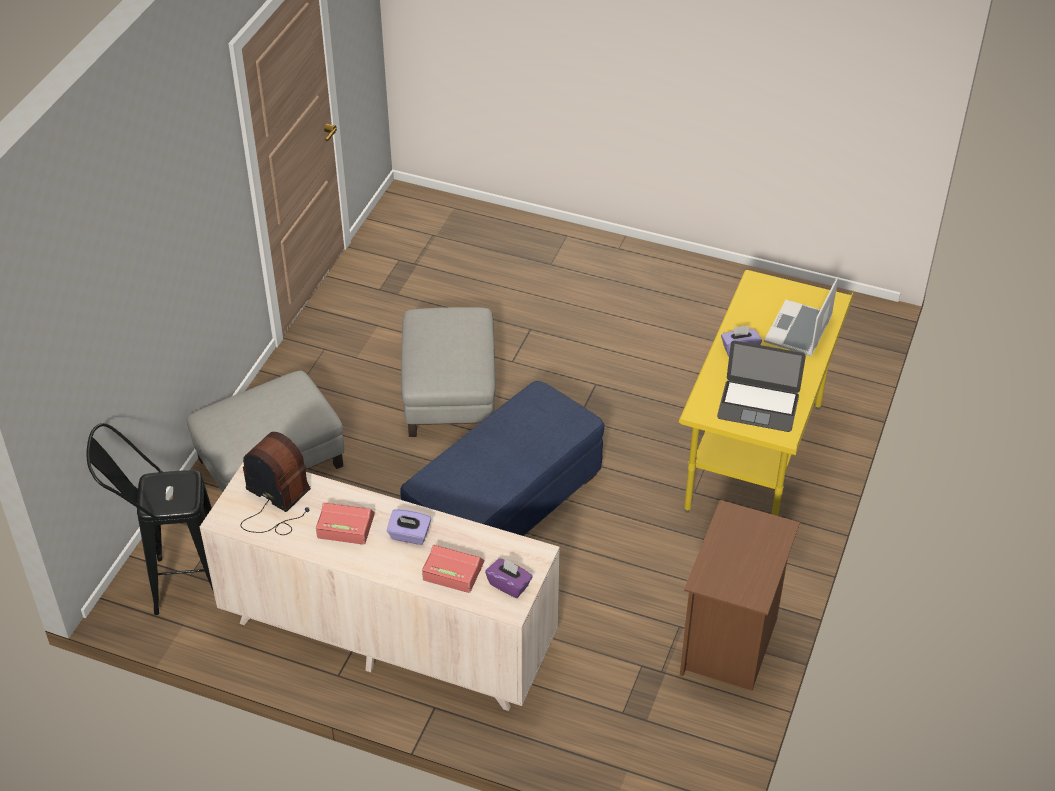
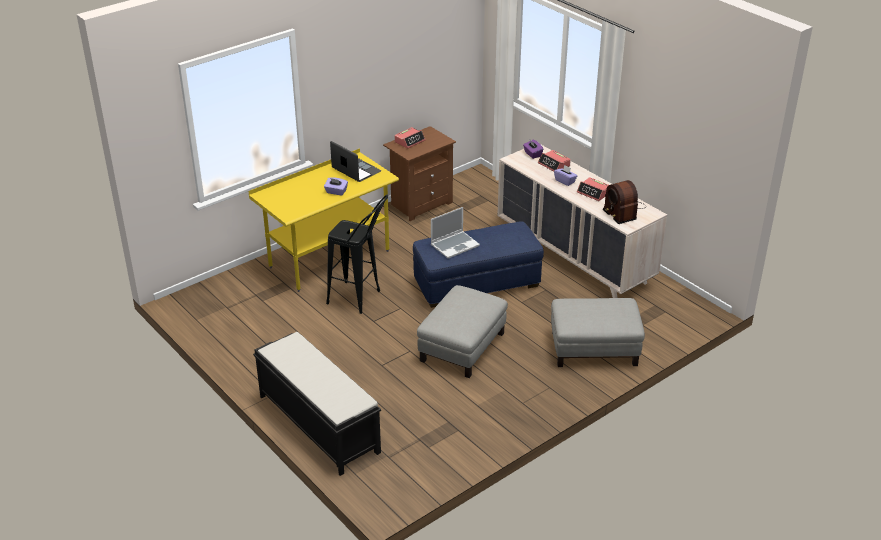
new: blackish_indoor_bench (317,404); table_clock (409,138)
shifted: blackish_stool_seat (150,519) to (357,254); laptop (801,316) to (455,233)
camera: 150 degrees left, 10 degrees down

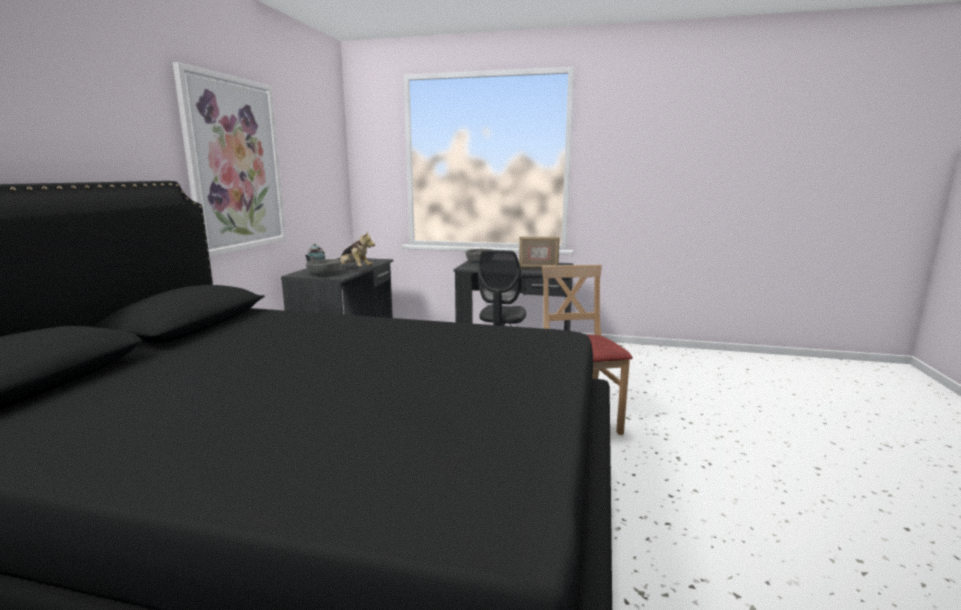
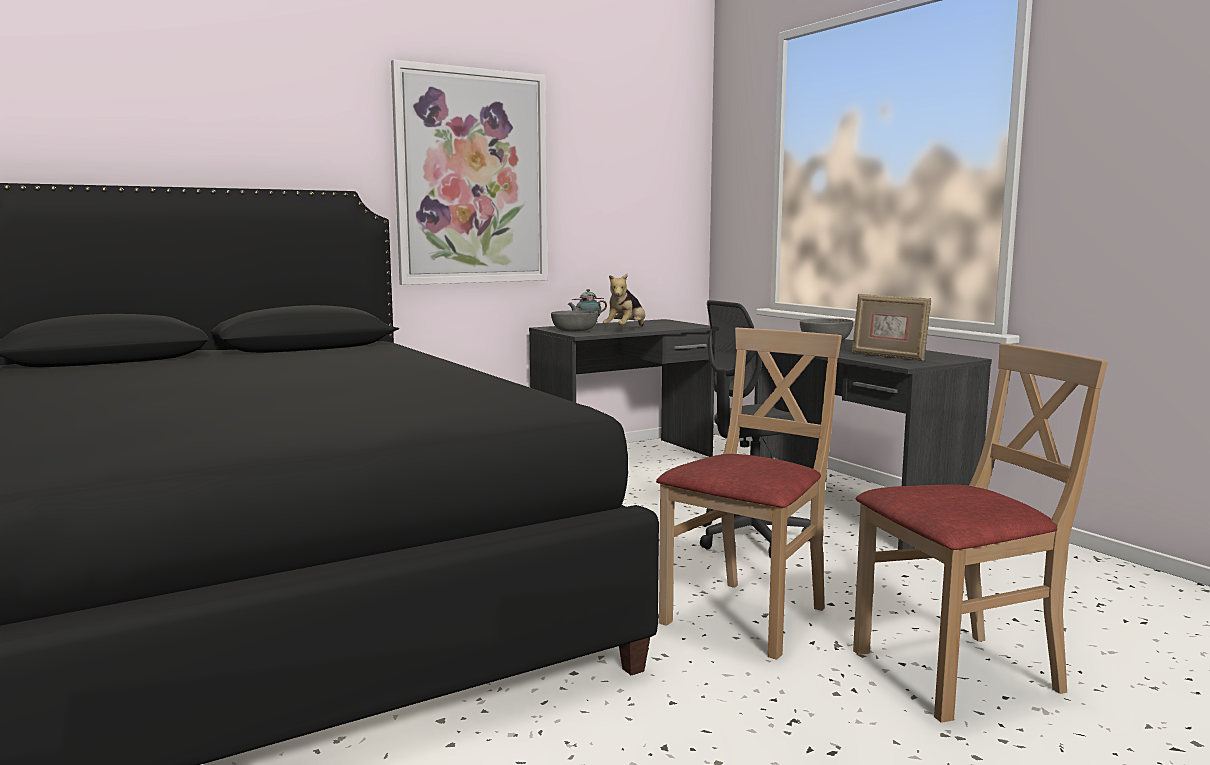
new: sand-coloured_chair (980,533)
rotated: plush_toy (357,249) = (624,300) 45 degrees clockwise
camera: 45 degrees right, 5 degrees down

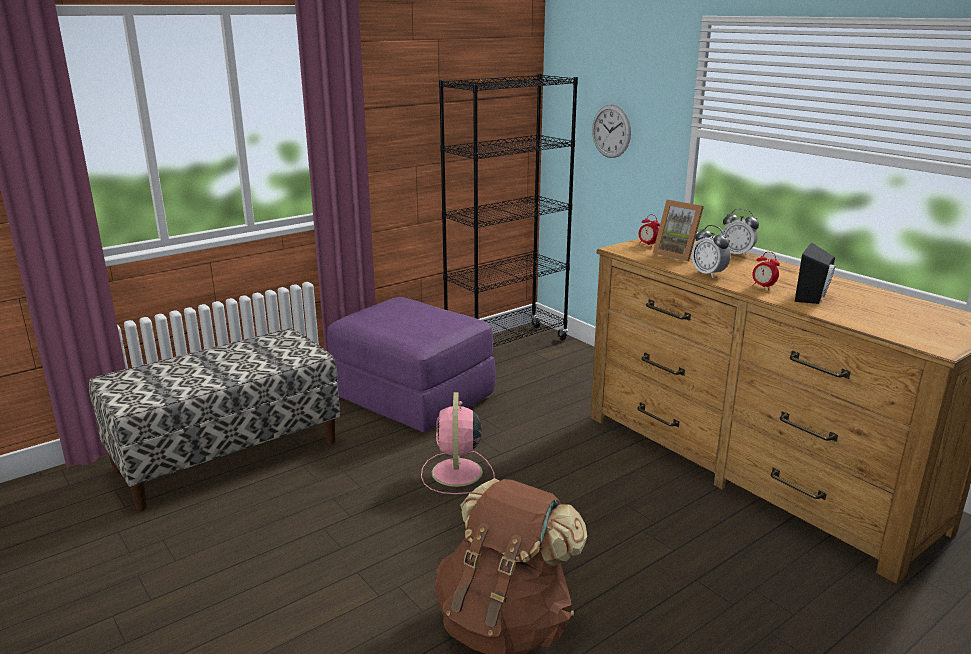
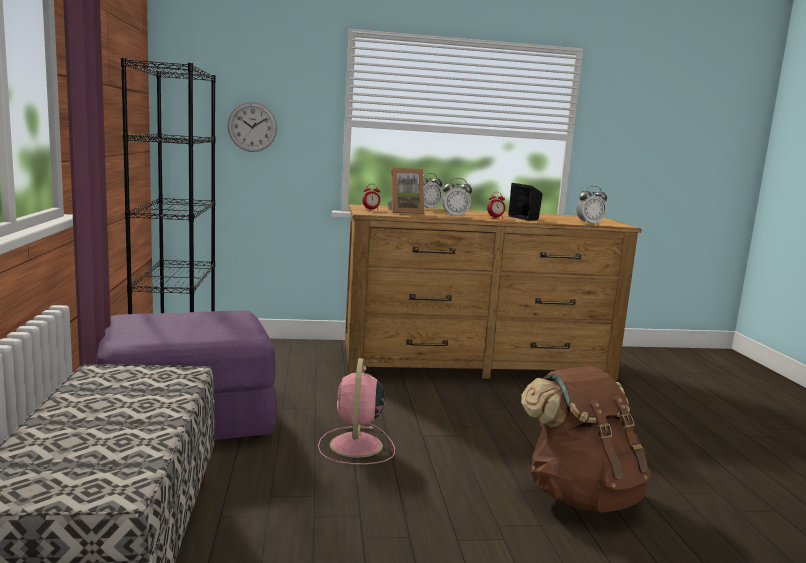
new: table_clock (591,205)
rotated: pinkish_fan (458,443) = (356,411) 60 degrees clockwise
camera: 60 degrees left, 10 degrees down

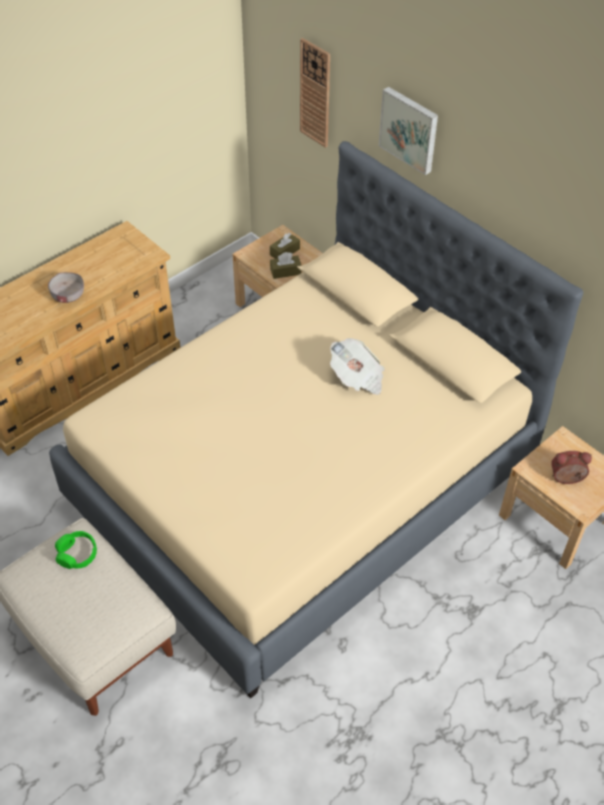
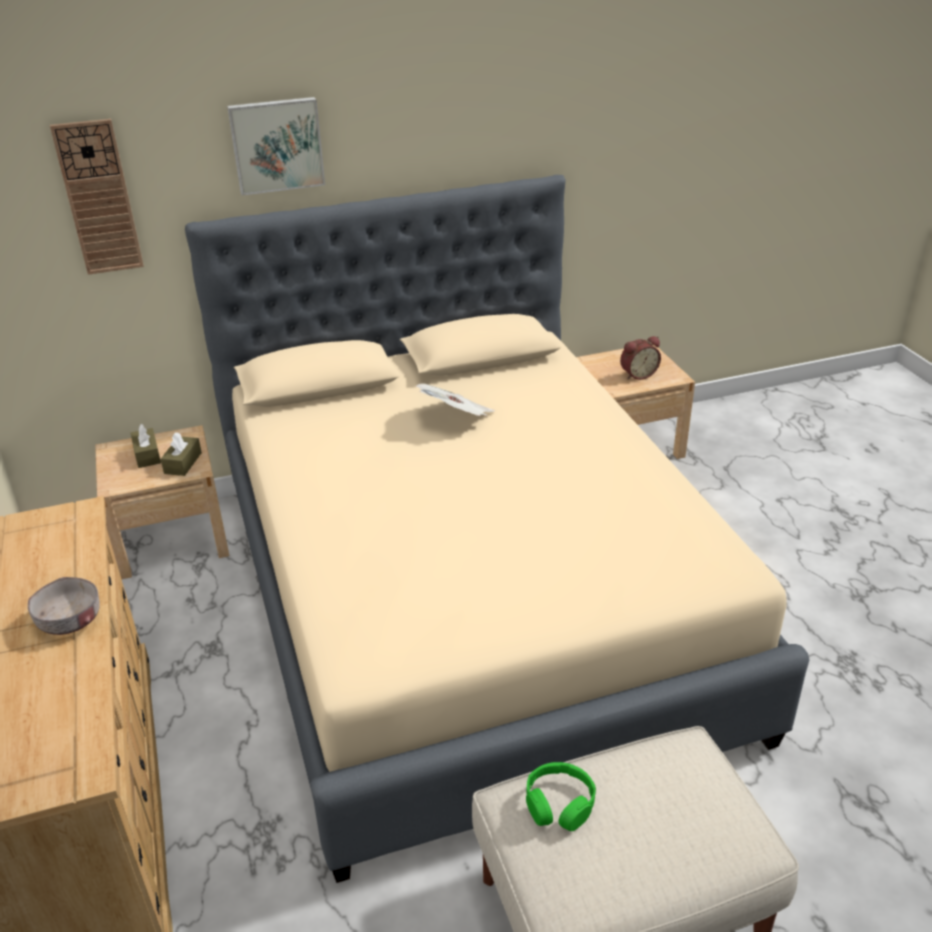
rotated: table_clock (571,467) = (640,358) 135 degrees counterclockwise
camera: 65 degrees left, 15 degrees down

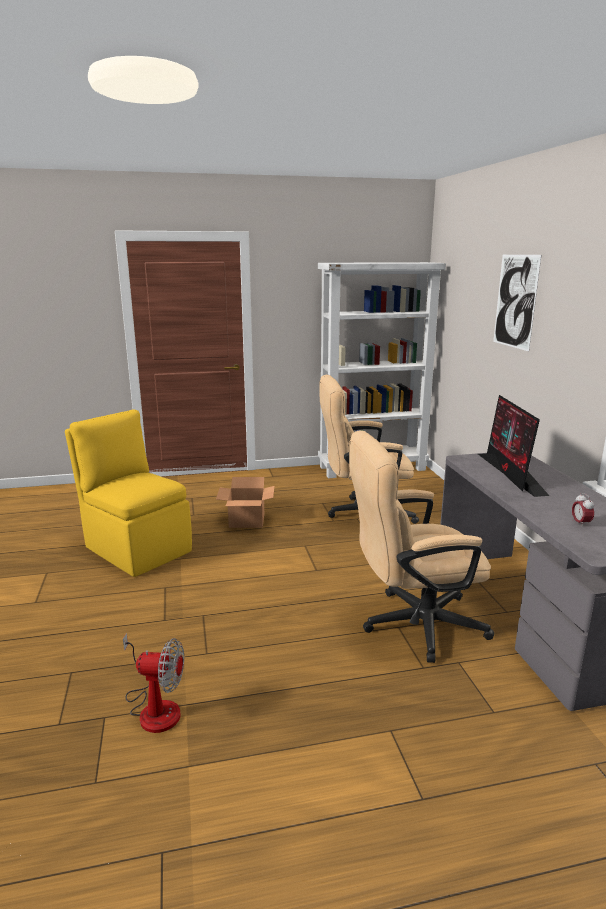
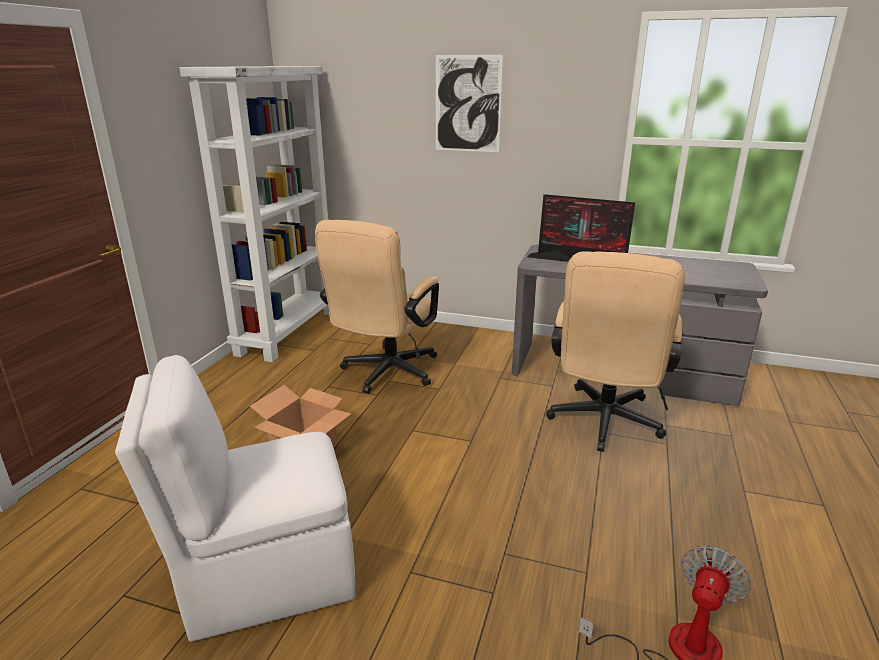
gone: table_clock (583,509)
repainted: yellow-coloured_chair (128,493) to white_chair (235,498)
camera: 60 degrees left, 5 degrees up

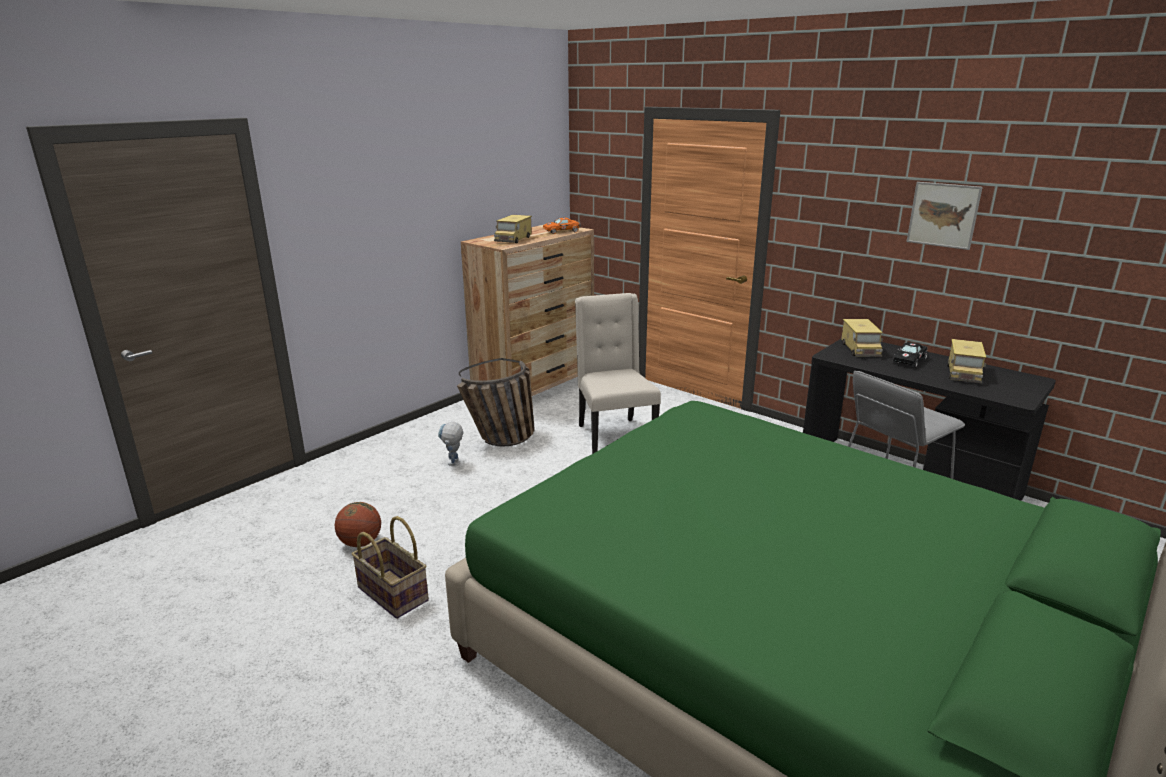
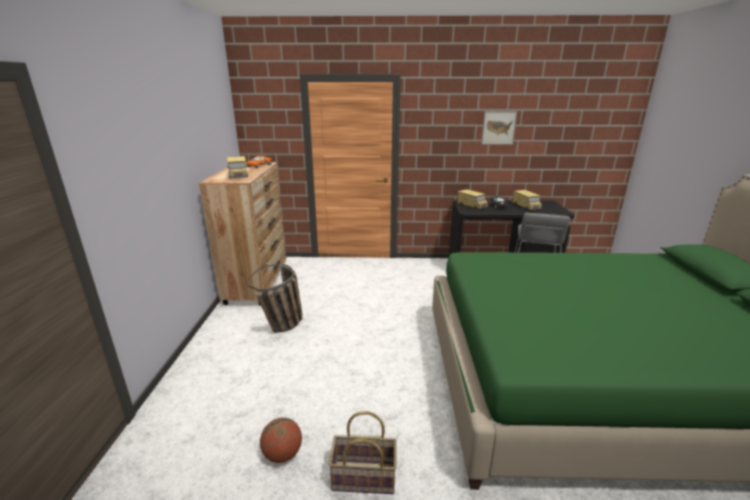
gone: toy_robot (450,444); sand-coloured_chair (618,373)
camera: 40 degrees left, 0 degrees up

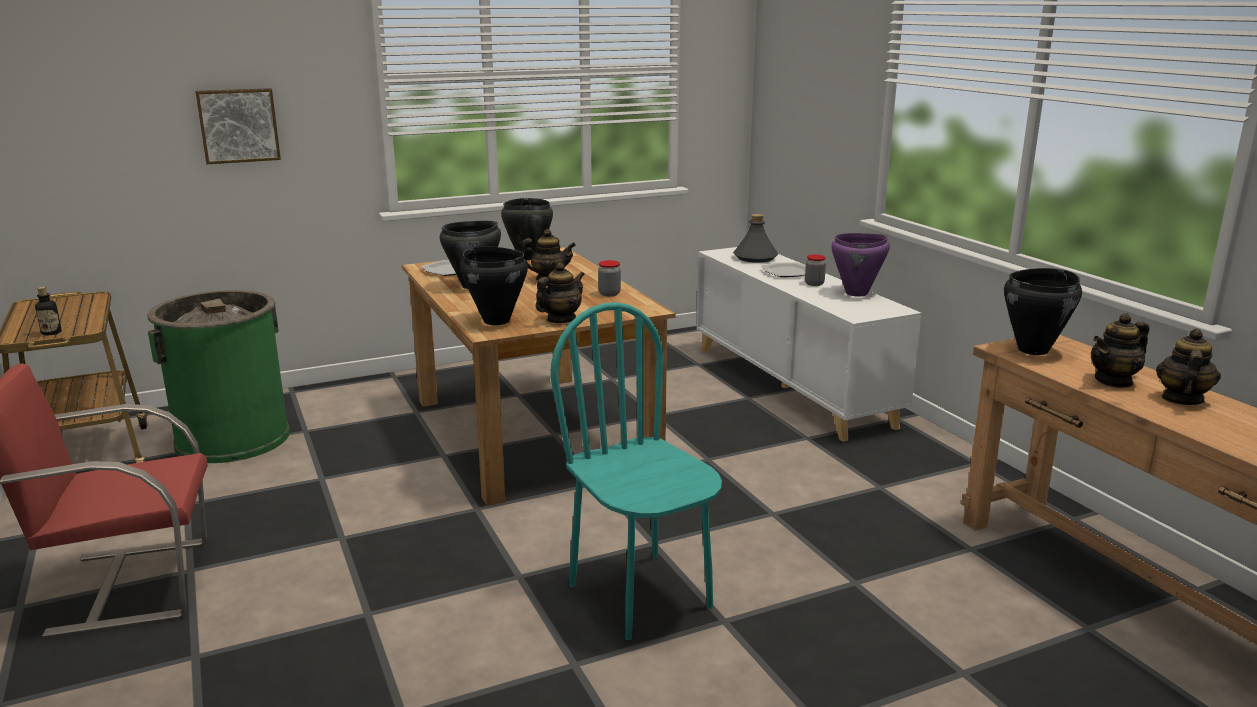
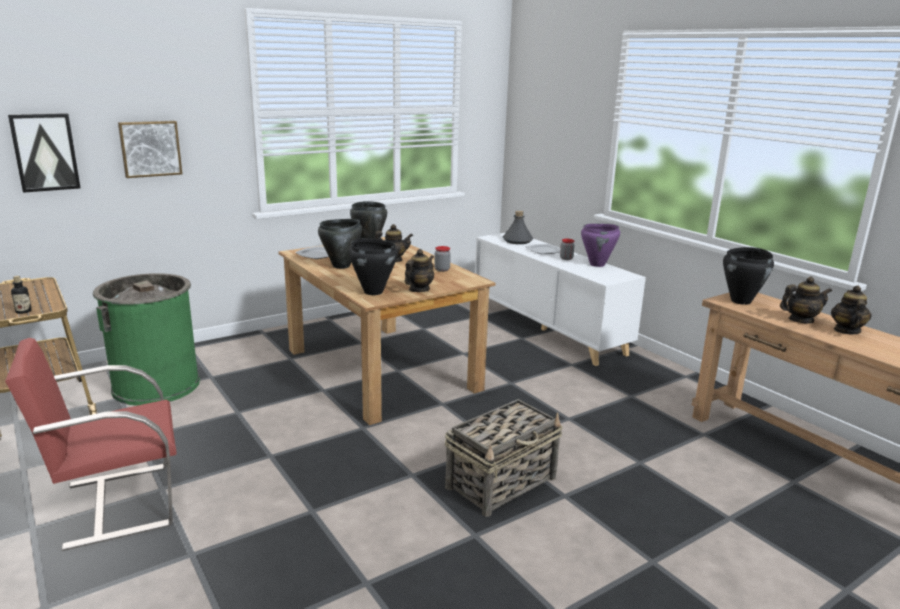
new: picture (44,153)
swapped: turquoise_chair (636,471) to household_basket (503,458)
rotated: pot_for_tea (1120,350) = (806,300) 150 degrees counterclockwise
camera: 10 degrees left, 0 degrees up

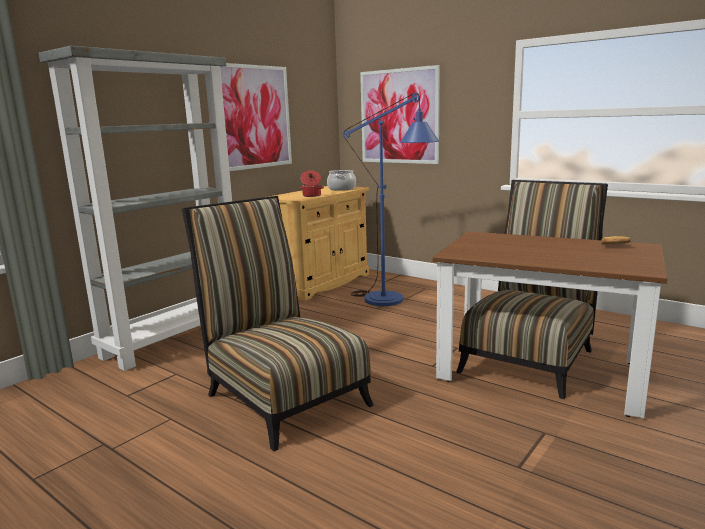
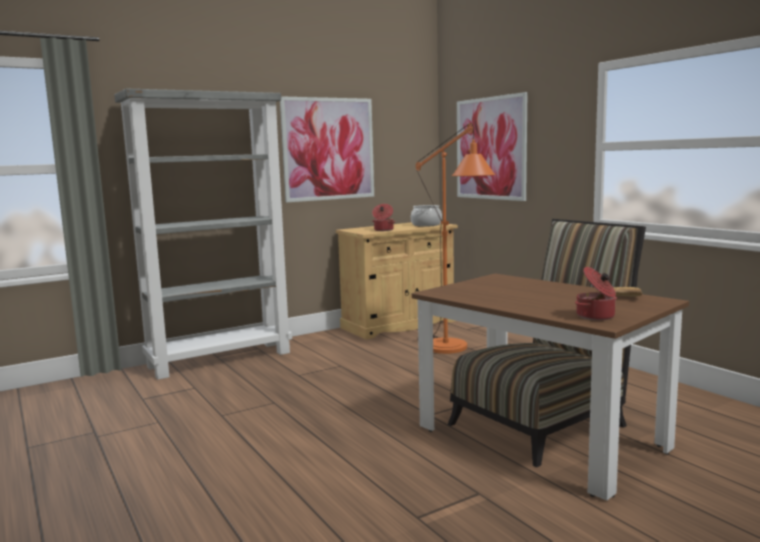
gone: chair (278,323)
new: saucepot (596,293)
repainted: blue-coloured_floor_lamp (391,199) to orange_floor_lamp (456,238)
camera: 20 degrees right, 5 degrees down

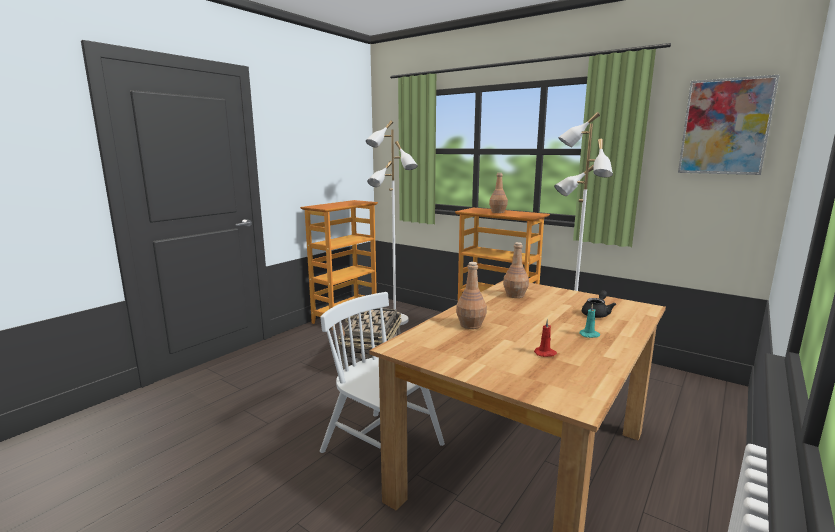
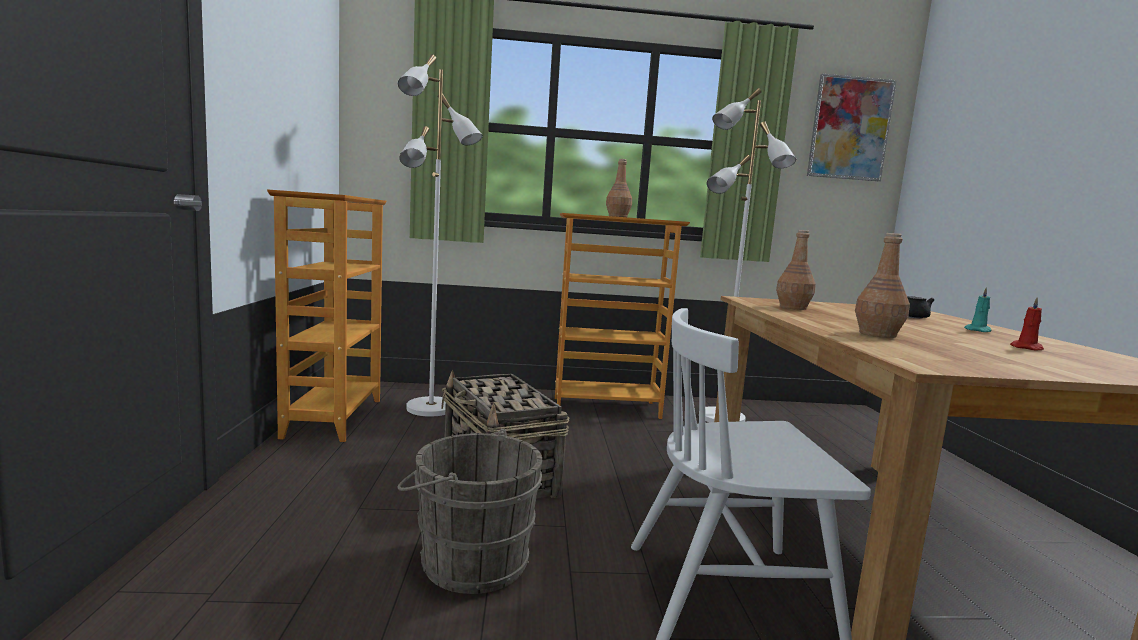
new: grey_bucket (469,511)
camera: 40 degrees left, 5 degrees down

